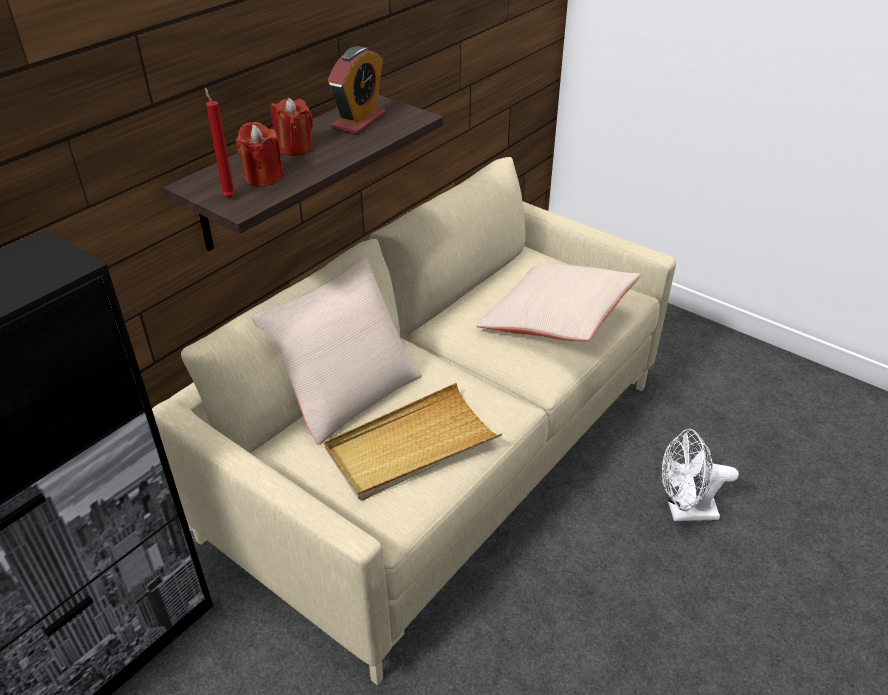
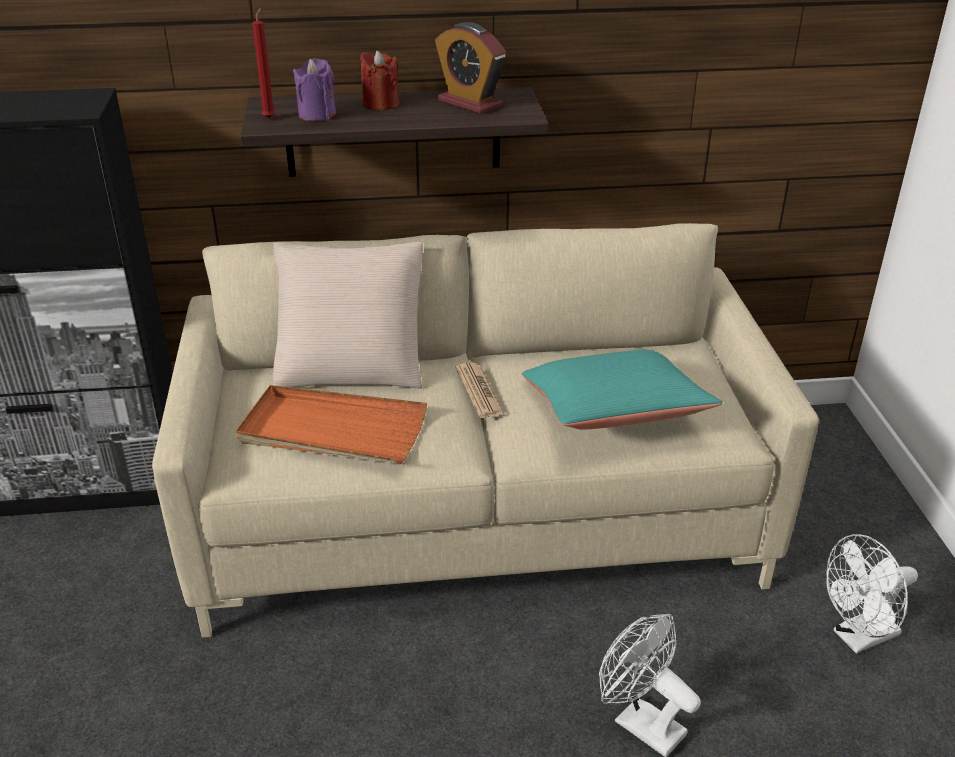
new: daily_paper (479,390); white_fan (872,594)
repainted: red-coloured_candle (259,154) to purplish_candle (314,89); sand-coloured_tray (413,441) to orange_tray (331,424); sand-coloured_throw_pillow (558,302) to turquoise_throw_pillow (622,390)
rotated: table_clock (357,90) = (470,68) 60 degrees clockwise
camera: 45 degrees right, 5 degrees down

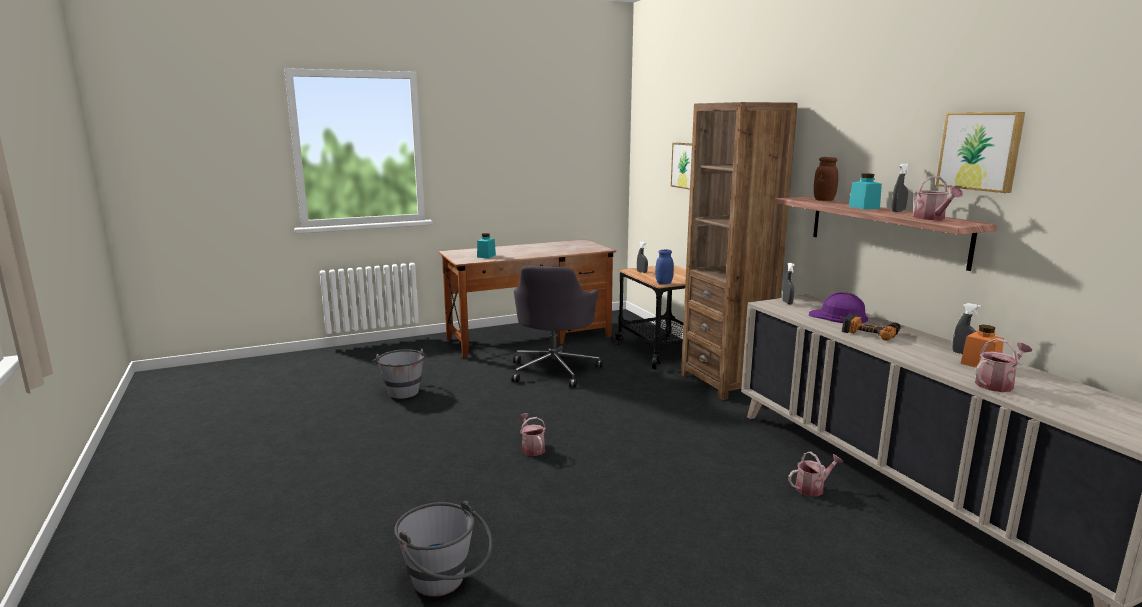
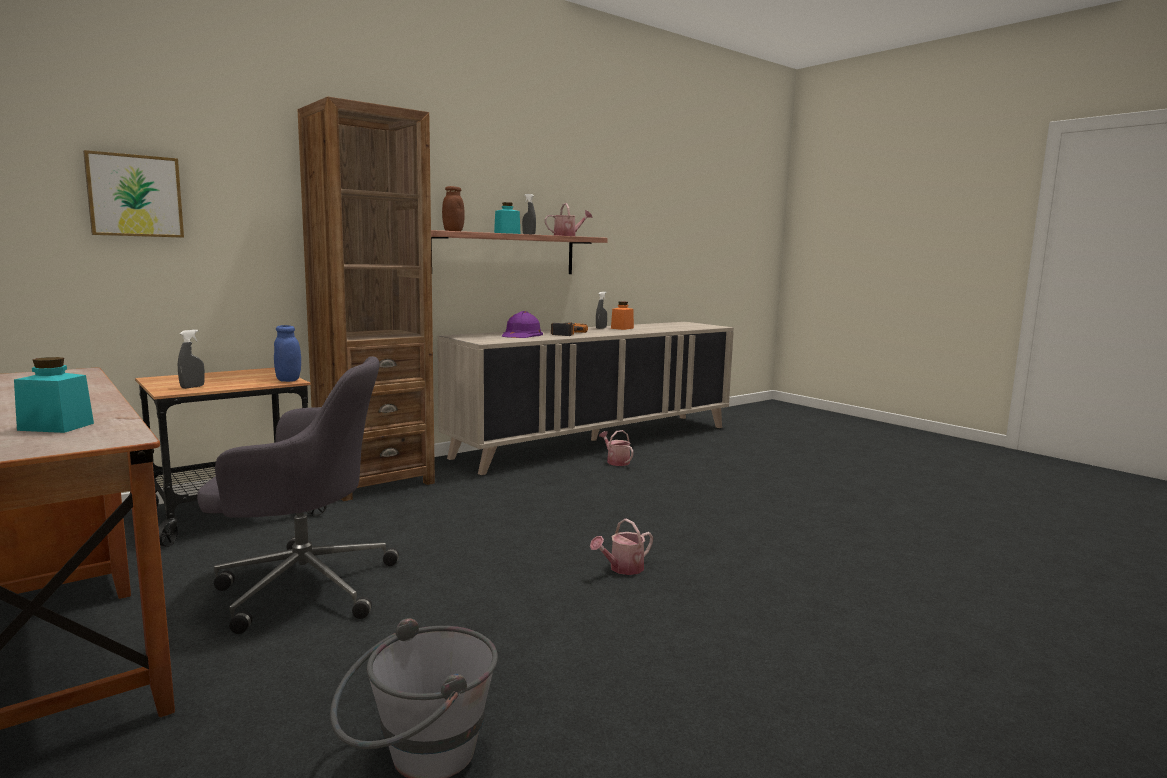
gone: grey_bucket (443,549); grey_hand_sprayer (788,283); picture (980,152); sprinkling_can (1003,365)
camera: 105 degrees left, 5 degrees down

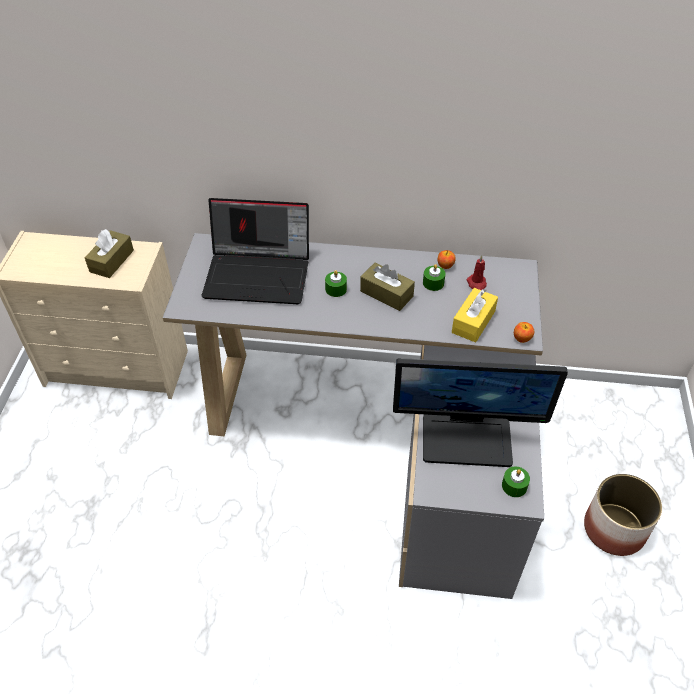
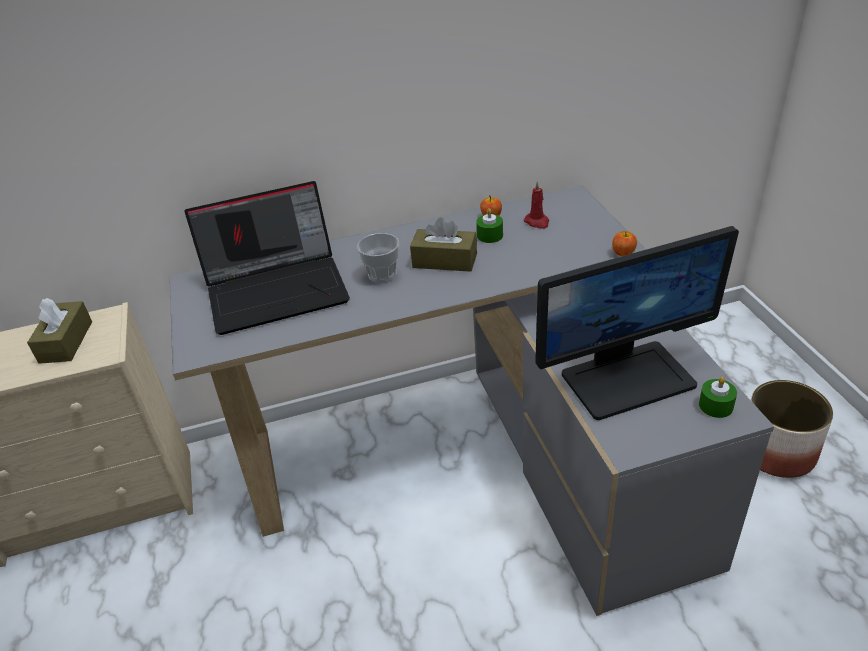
gone: yellow-coloured_box_of_tissues (475,315)
swapped: green_candle (336,283) to cup (378,258)
camera: 20 degrees left, 10 degrees down

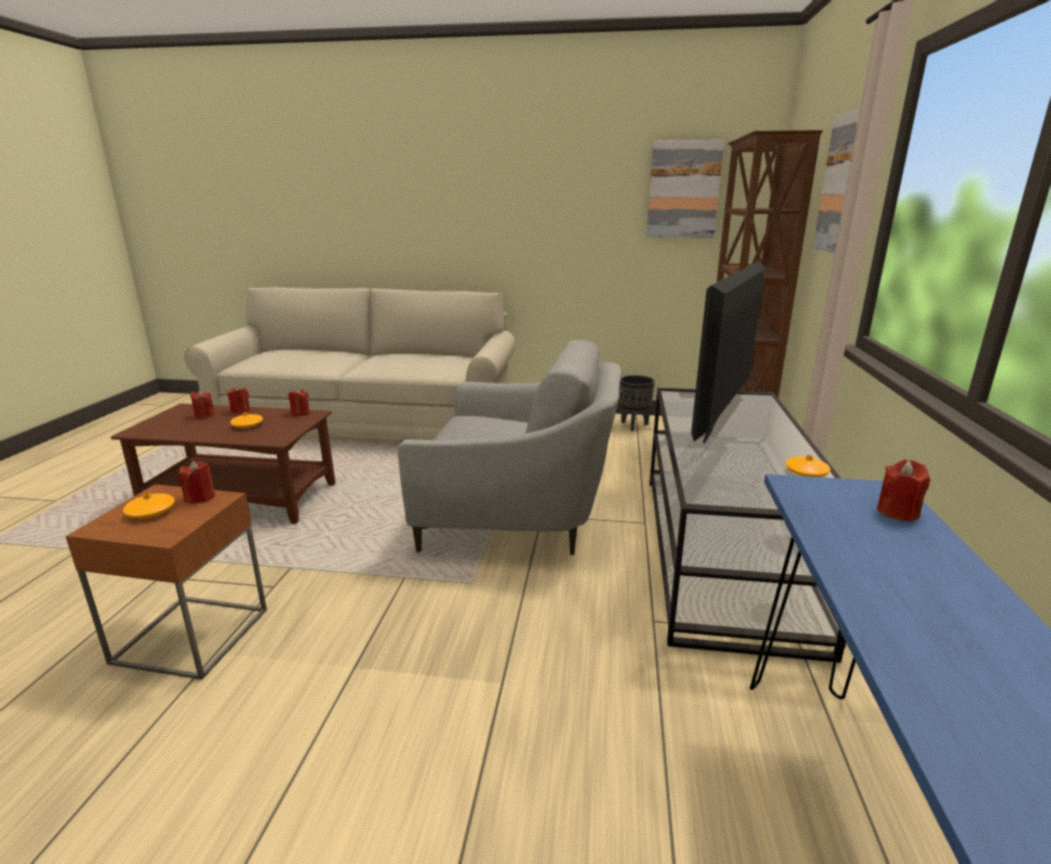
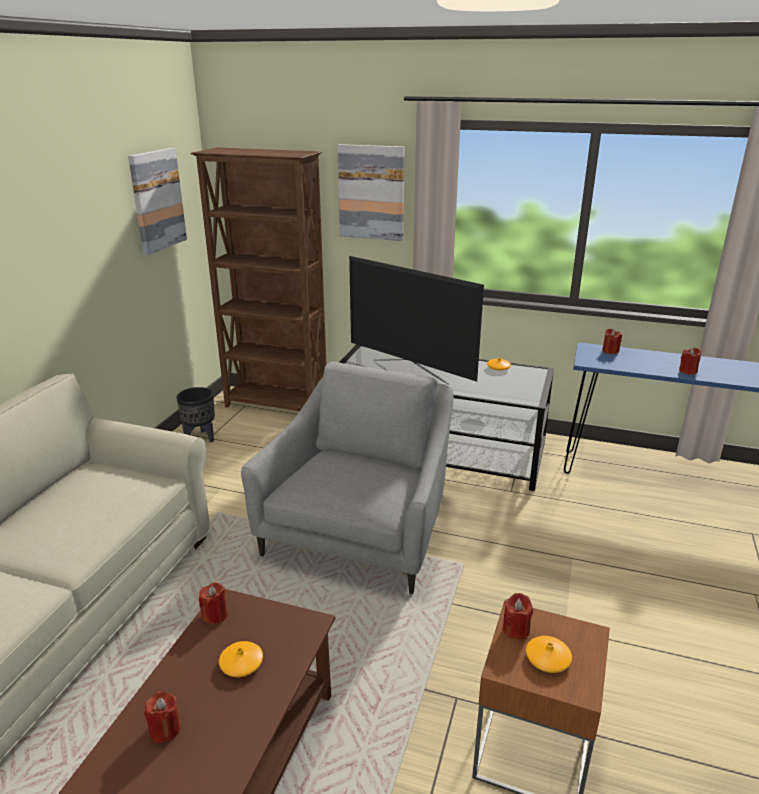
shifted: red-coloured_candle (238,400) to (690,361)
camera: 80 degrees left, 5 degrees up

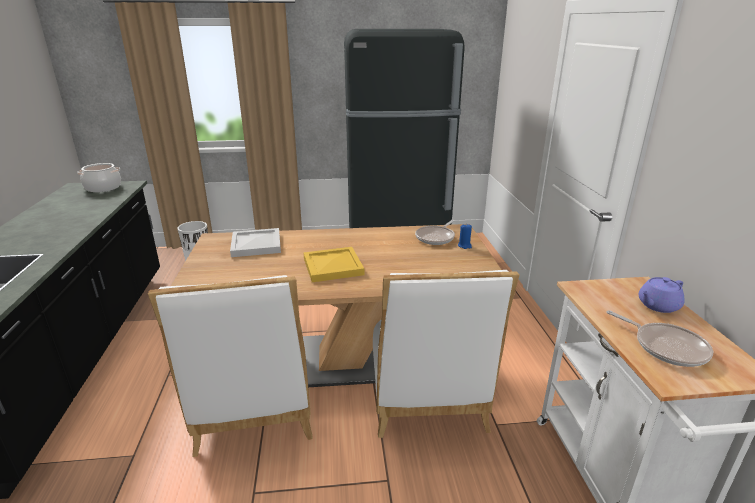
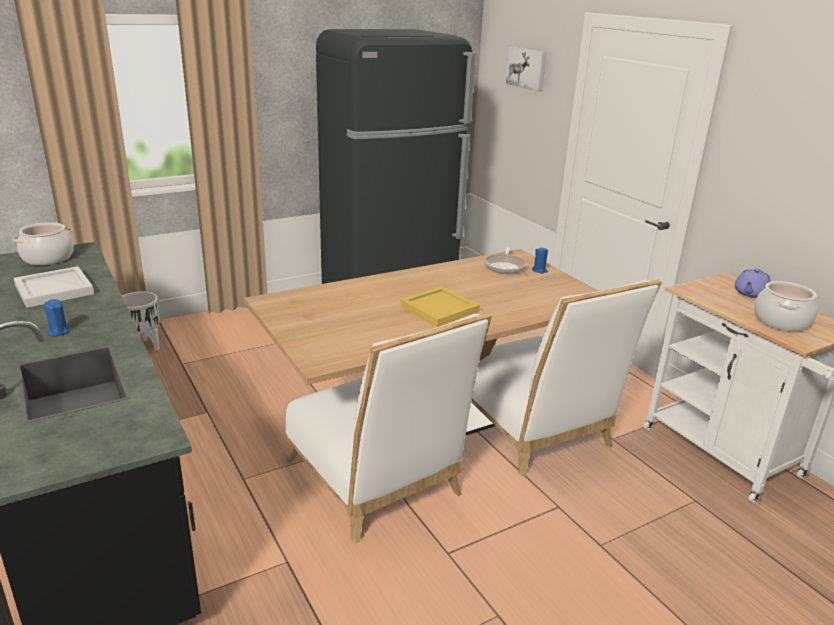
new: blue-coloured_candle (56,317); picture (526,69)
shifted: white_tray (255,242) to (54,287)
swapped: frying_pan (659,338) to saucepot (786,306)
camera: 25 degrees left, 0 degrees up

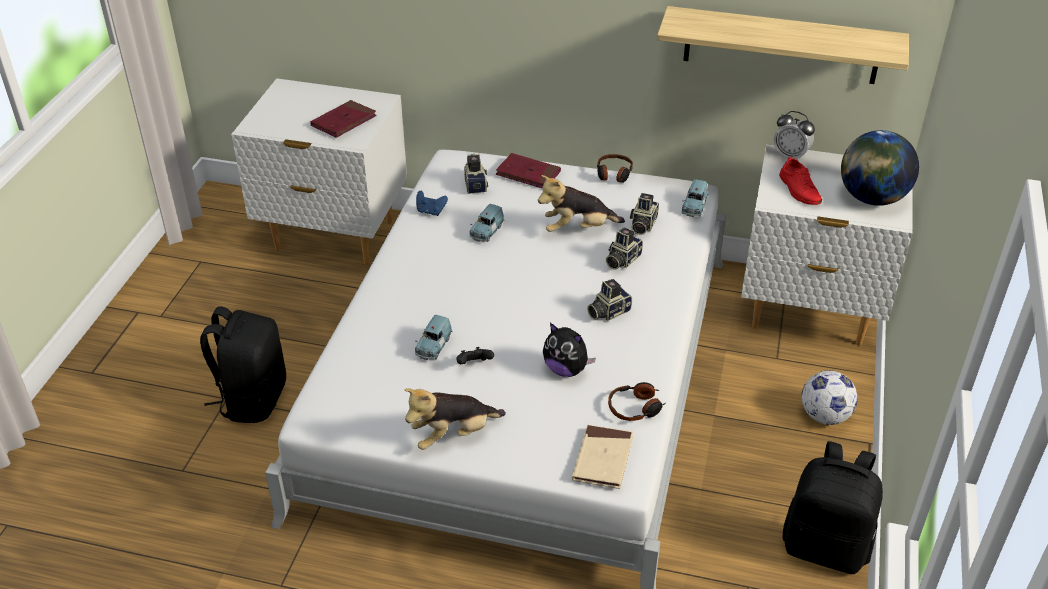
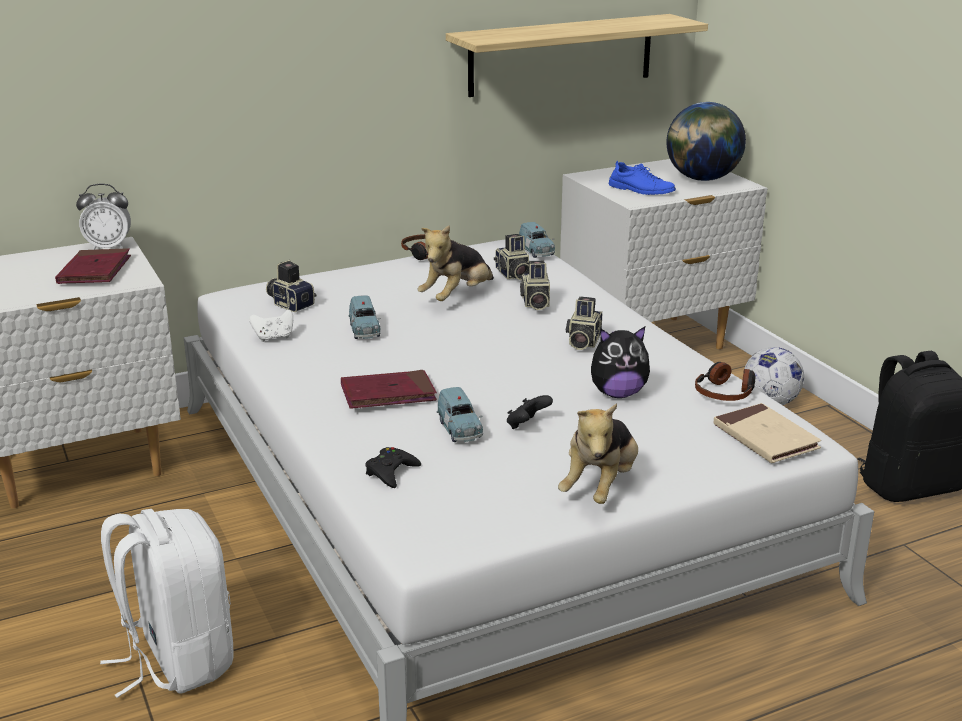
new: blackish_gamepad (393,467)
shifted: red-coloured_bound_book (528,171) to (389,389); table_clock (794,136) to (103,217)
repainted: blackish_backpack (243,364) to white_backpack (167,603); blue-coloured_gamepad (432,203) to white_gamepad (271,326); red-coloured_low_shoe (800,181) to blue-coloured_low_shoe (642,178)
camera: 40 degrees left, 15 degrees down

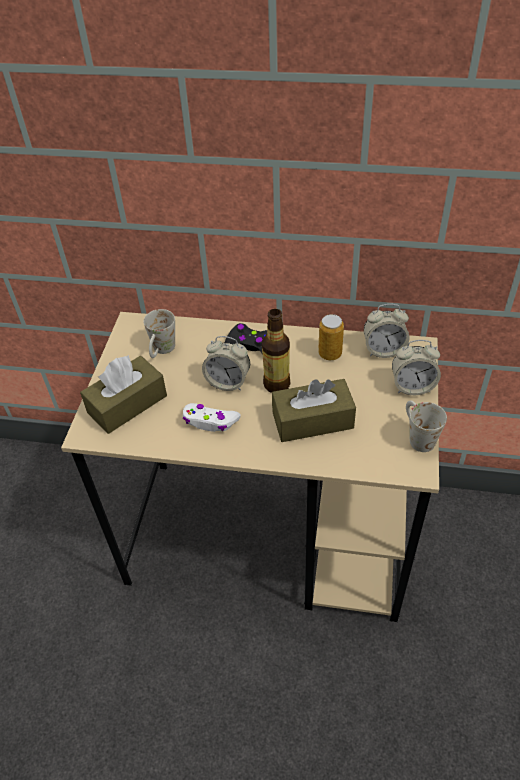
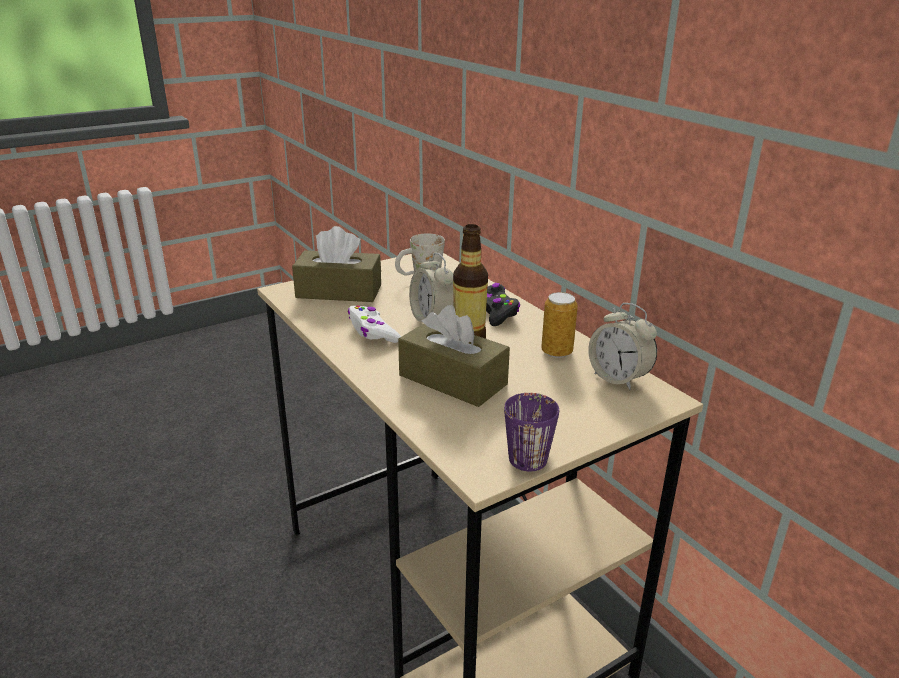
gone: table_clock (416,367)
repainted: white_coffee_mug (426,426) to purplish_coffee_mug (531,432)
camera: 45 degrees right, 20 degrees down

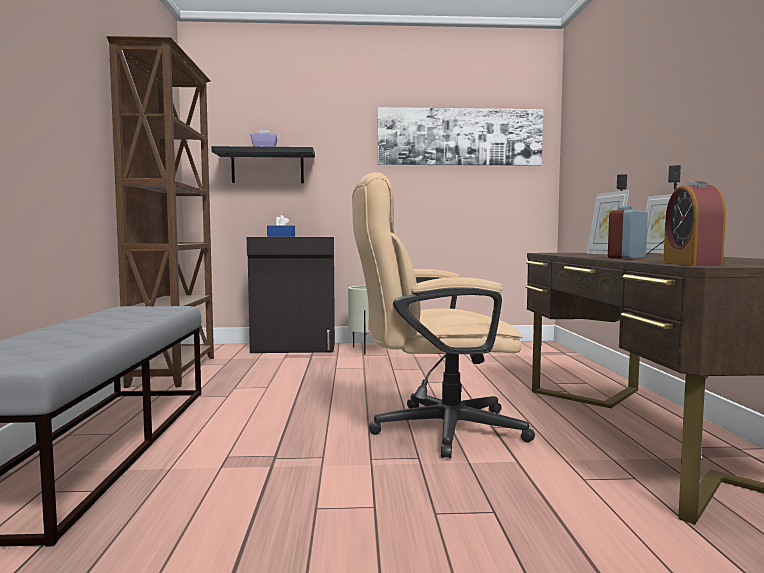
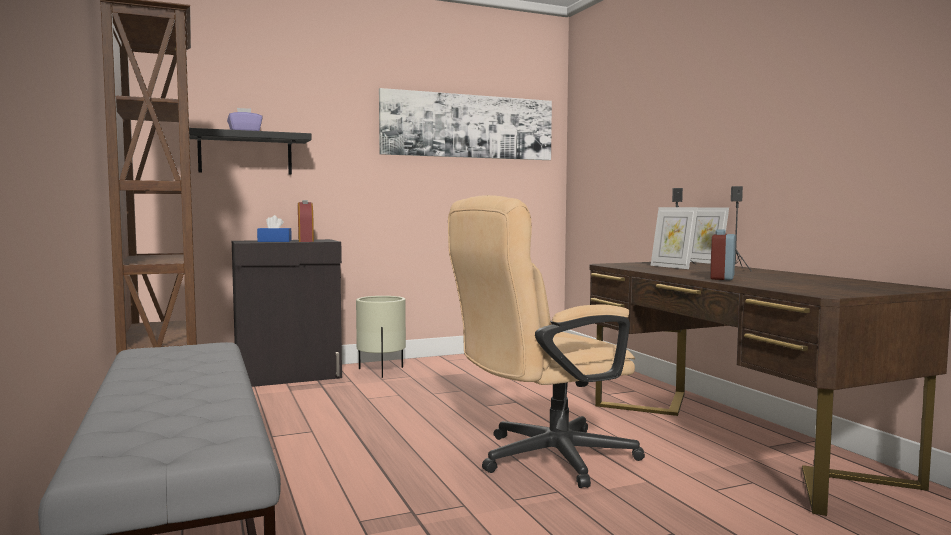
shifted: table_clock (694,223) to (306,221)
camera: 20 degrees left, 0 degrees up

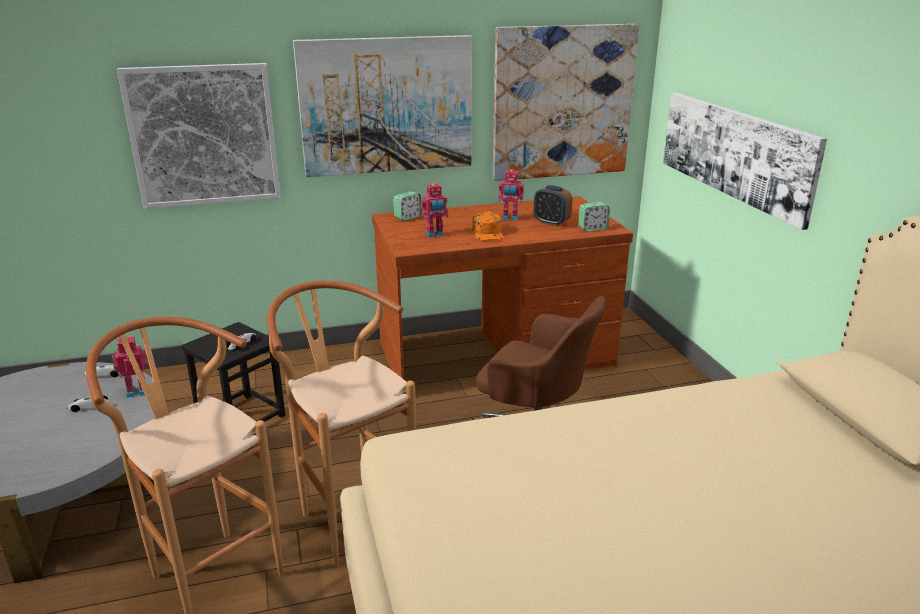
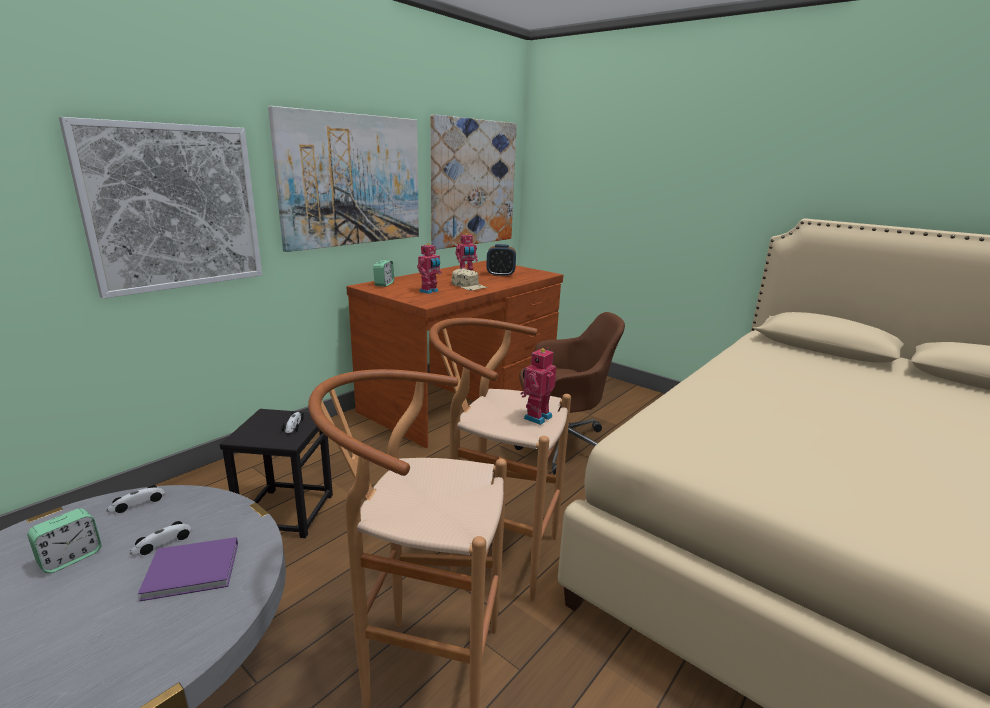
gone: picture (745,161)
new: purplish_bound_book (188,569)
shifted: toy_robot (130,367) to (538,386); table_clock (594,217) to (64,540)
repainted: orange_cap (487,225) to sand-coloured_cap (470,279)
camera: 35 degrees left, 5 degrees down

